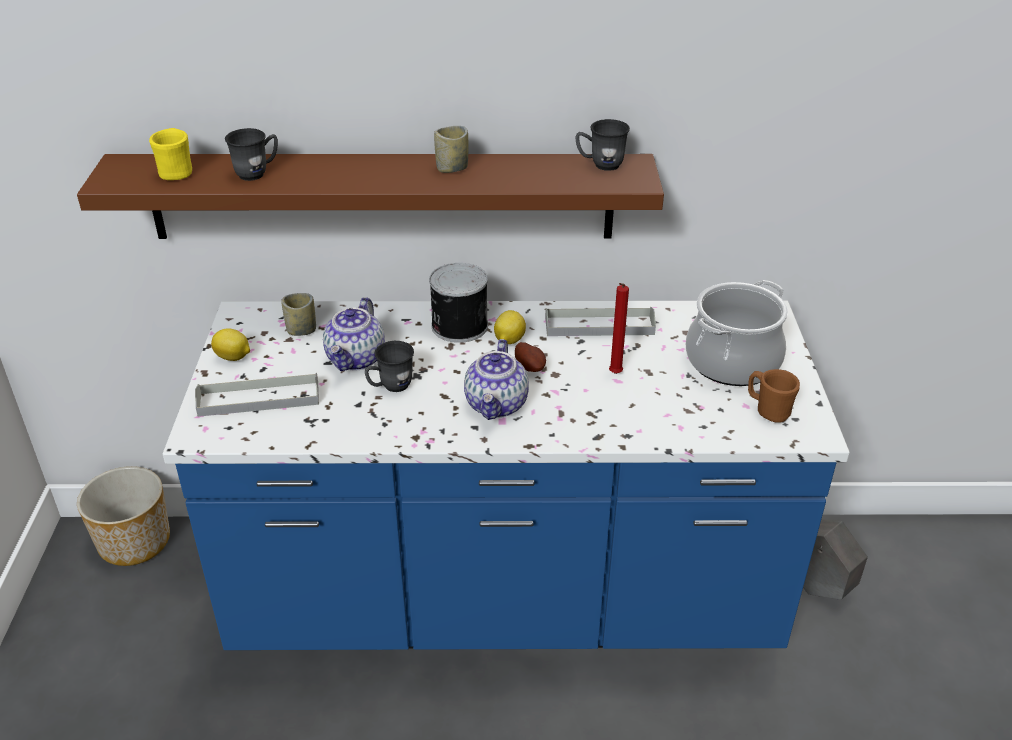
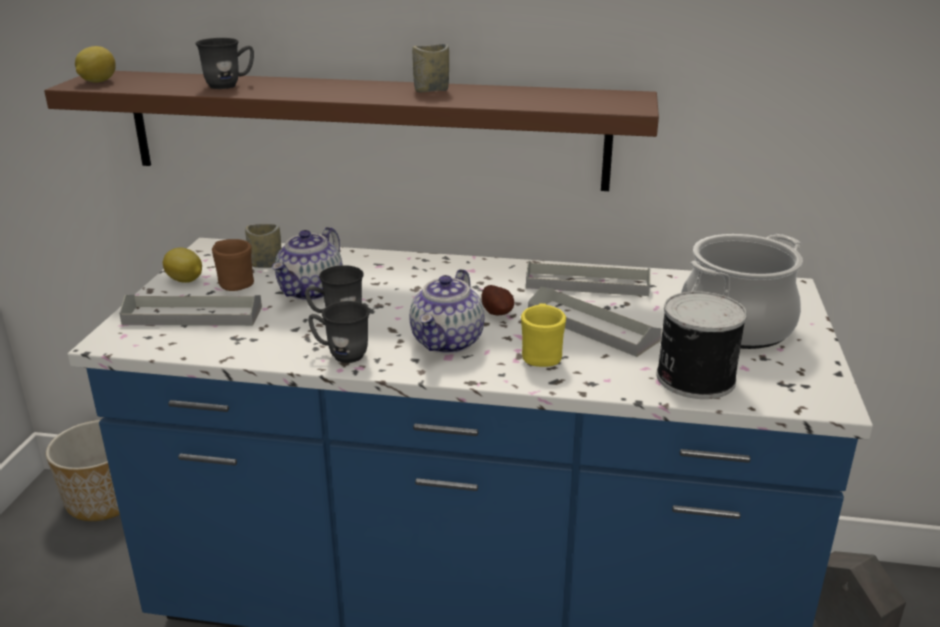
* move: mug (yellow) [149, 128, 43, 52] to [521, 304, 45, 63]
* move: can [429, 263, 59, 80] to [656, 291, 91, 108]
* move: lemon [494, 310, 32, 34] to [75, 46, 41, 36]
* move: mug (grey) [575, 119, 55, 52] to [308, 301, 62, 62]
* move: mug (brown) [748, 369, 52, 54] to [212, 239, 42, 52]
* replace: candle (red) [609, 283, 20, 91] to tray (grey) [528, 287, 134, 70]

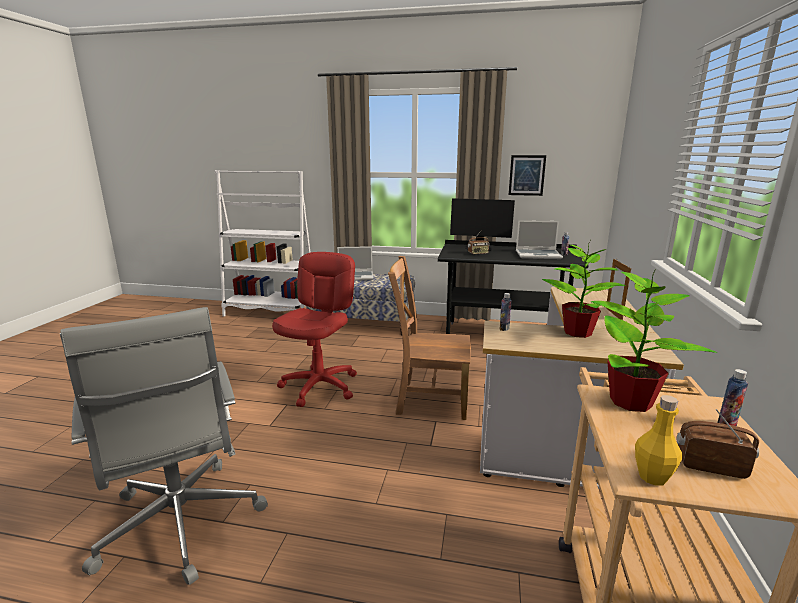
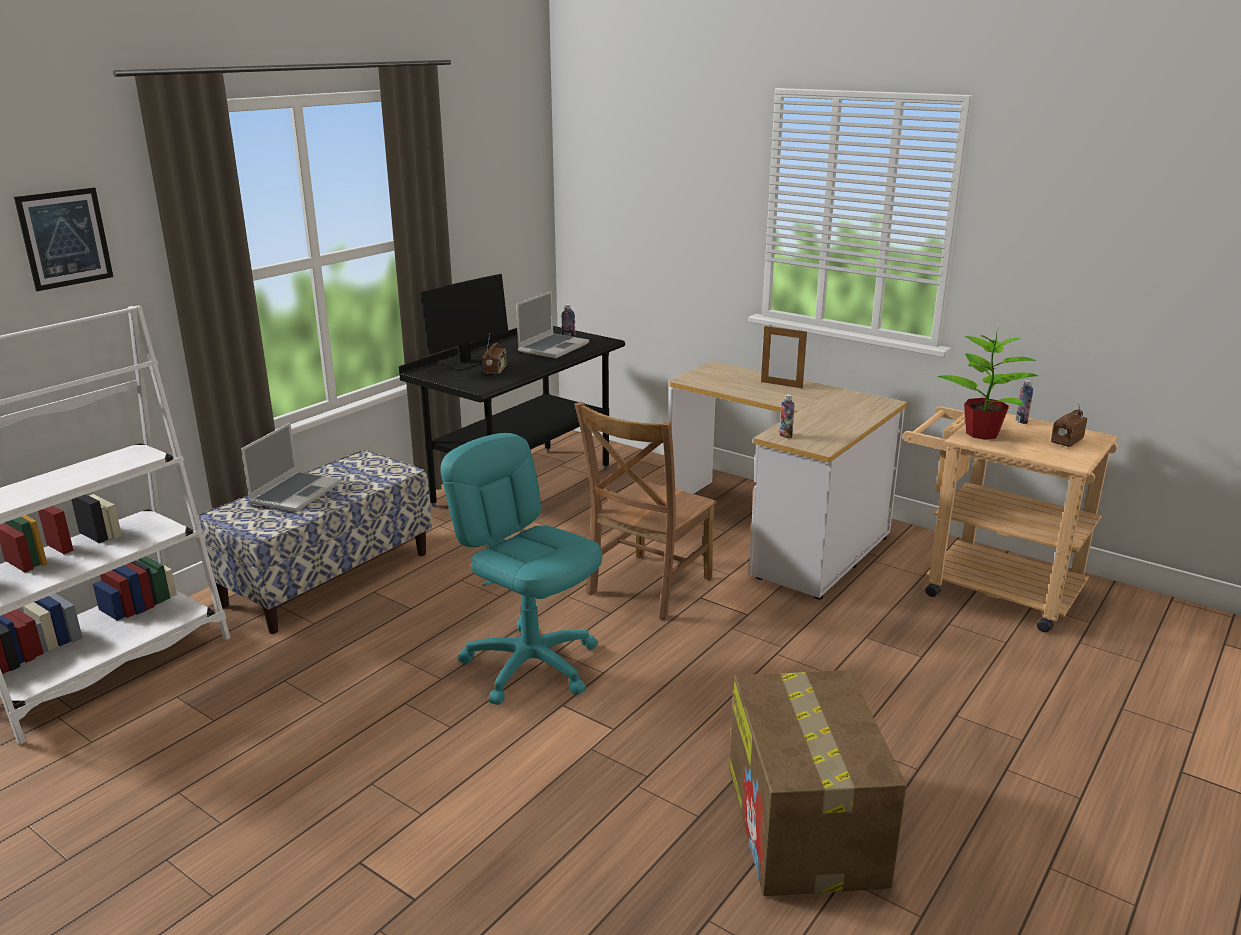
* delete: potted plant [542, 241, 83, 97]
* delete: bottle (yellow) [635, 395, 47, 91]
* move: picture [509, 155, 37, 41] to [14, 187, 99, 104]
* replace: office chair (grey) [60, 307, 208, 278] to cardboard box [729, 670, 178, 226]
* recolor: office chair (red) [272, 252, 85, 155] to office chair (turquoise) [440, 433, 162, 272]

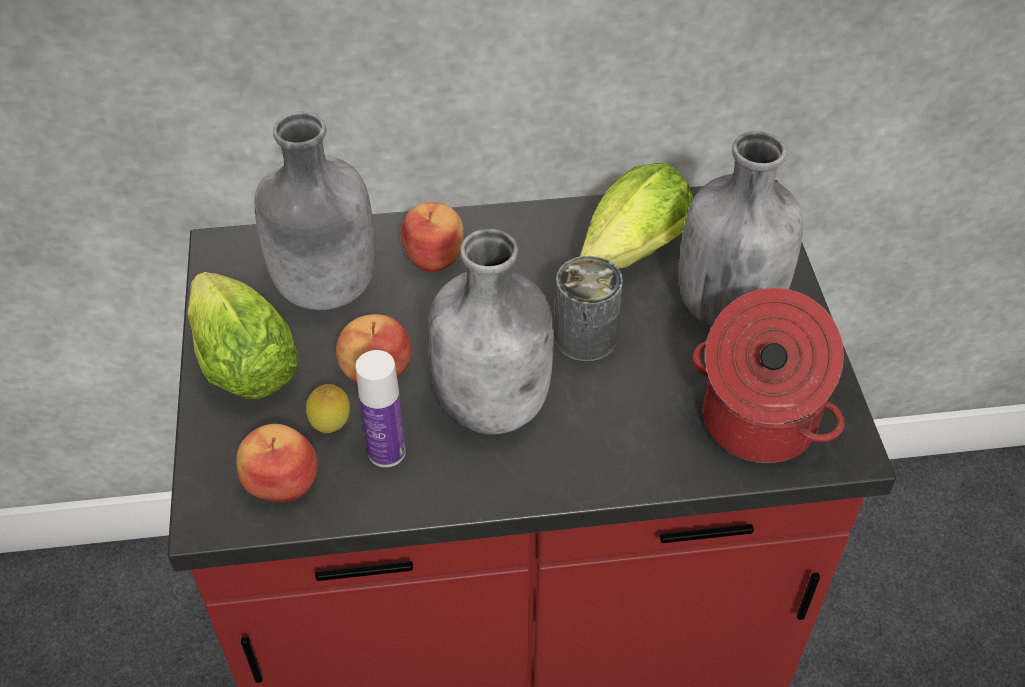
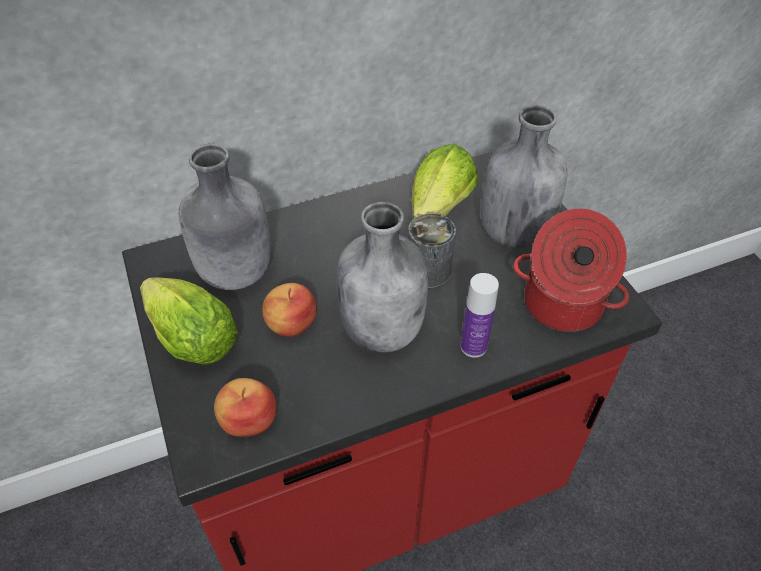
* delete: lemon [306, 384, 44, 49]
* delete: apple [400, 202, 64, 71]
* move: bottle [356, 350, 50, 117] to [460, 273, 39, 85]

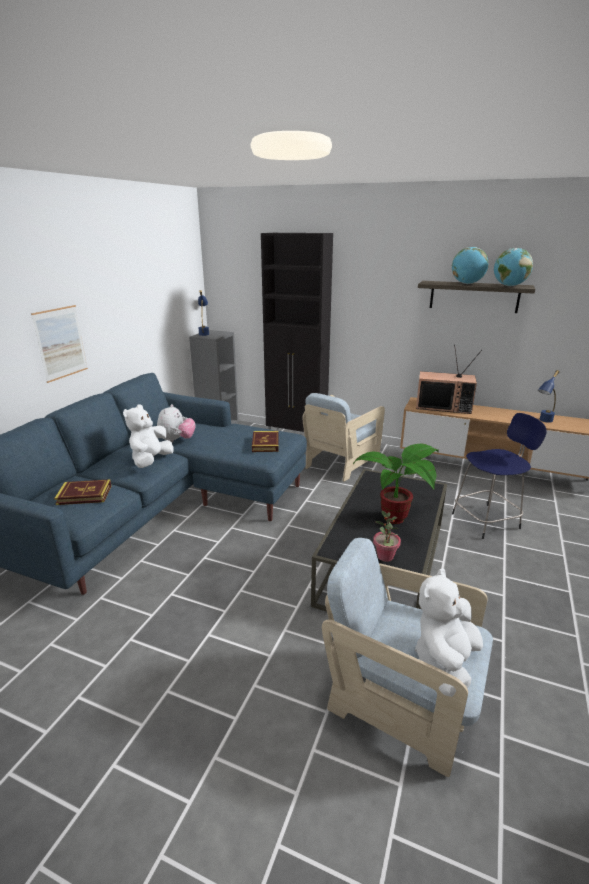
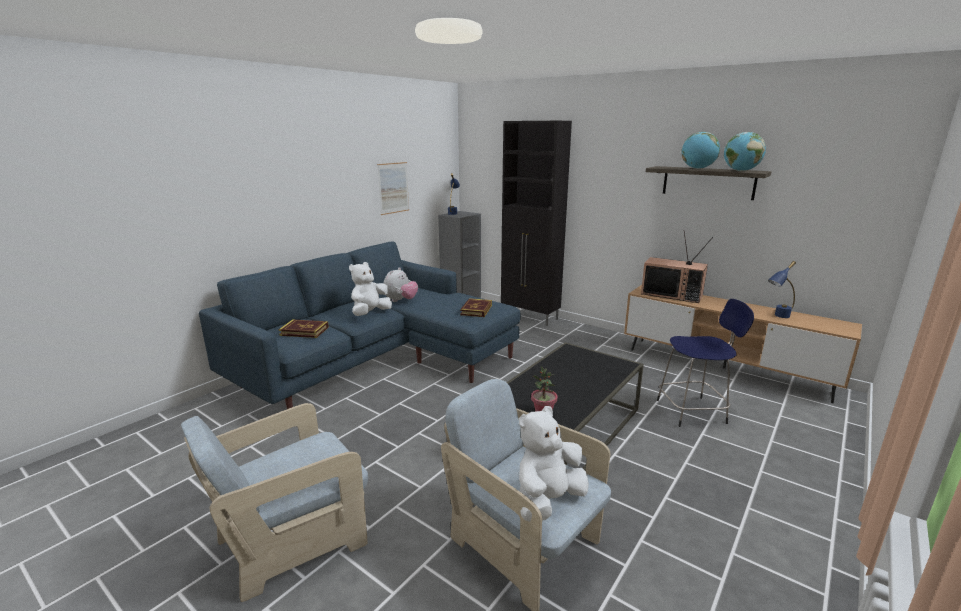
* delete: potted plant [353, 443, 86, 81]
* move: picture [31, 305, 57, 78] to [377, 162, 32, 53]
* move: armchair (beige) [302, 393, 83, 89] to [181, 403, 187, 199]

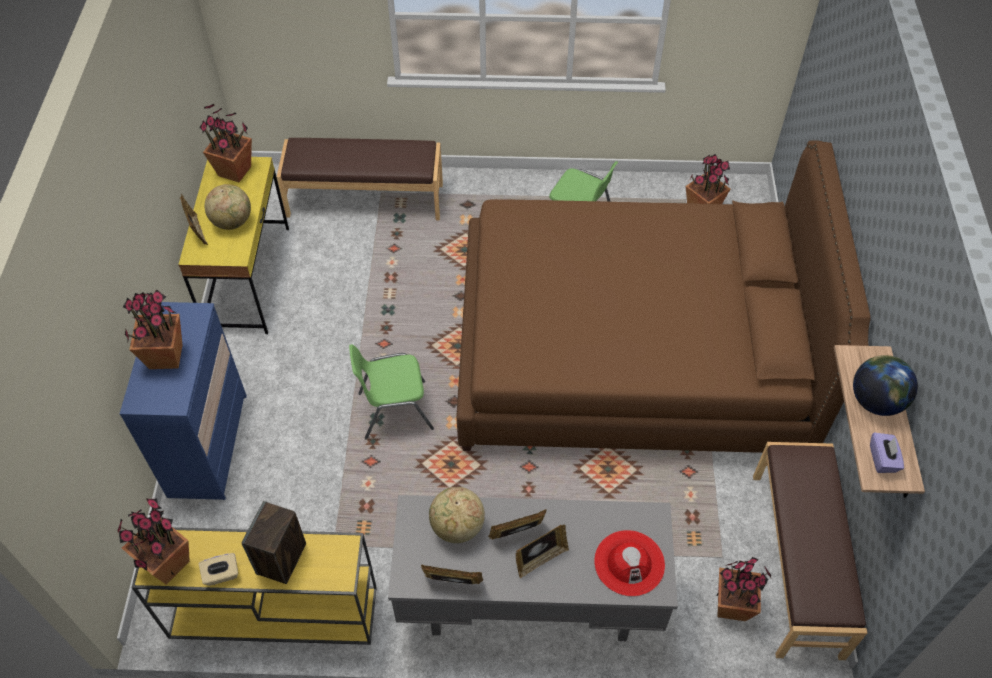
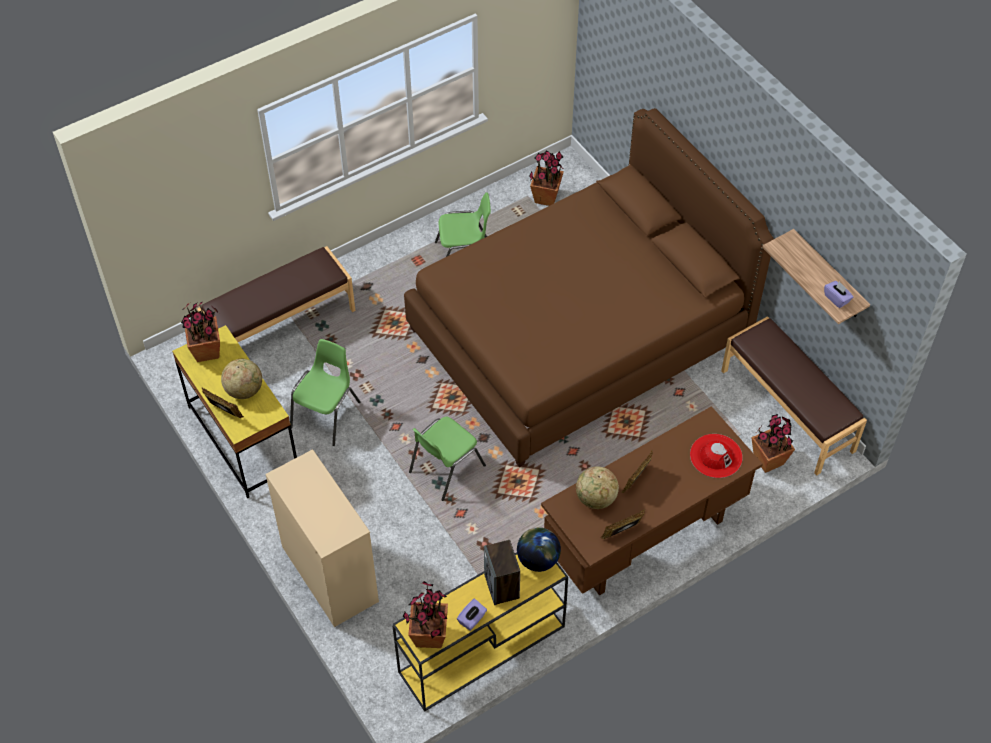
* delete: potted plant [123, 289, 60, 80]
* delete: picture frame [516, 525, 53, 53]
* insert: chair (green) [290, 339, 71, 107]
* move: globe [853, 355, 65, 61] to [517, 527, 44, 45]
* recolor: dresser (blue) [120, 302, 127, 198] to dresser (beige) [265, 449, 114, 178]
* recolor: tissue box (beige) [198, 553, 40, 33] to tissue box (purple) [457, 599, 30, 32]
* recolor: desk (grey) [388, 495, 290, 146] to desk (brown) [541, 406, 222, 190]

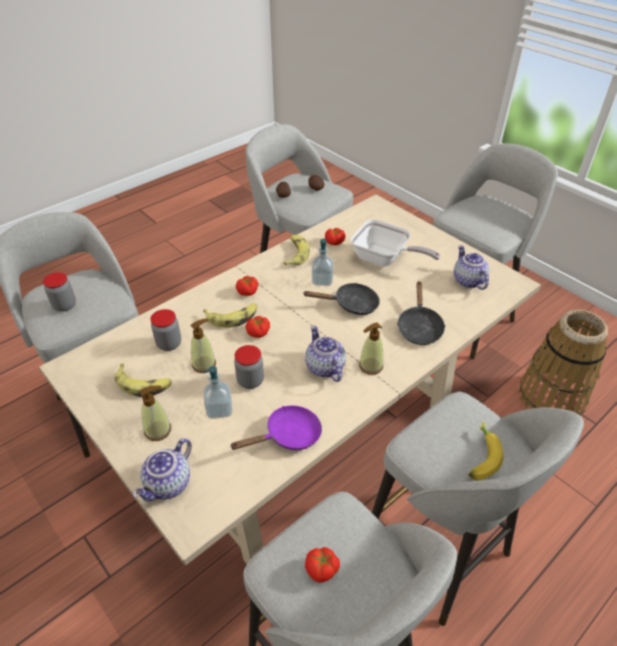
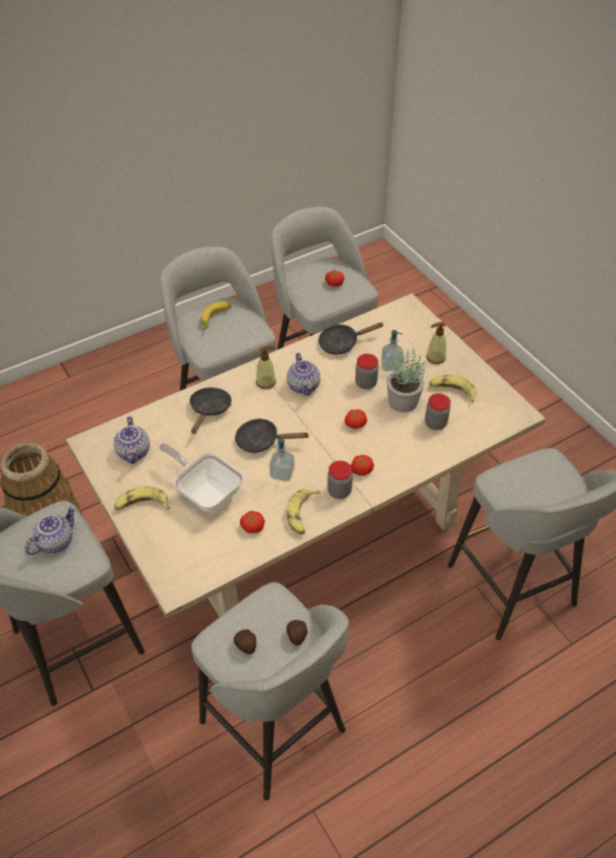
* move: jar [43, 272, 33, 40] to [327, 461, 26, 38]
* move: teapot [133, 438, 59, 64] to [25, 506, 51, 49]
* move: banana [203, 303, 54, 25] to [114, 486, 56, 25]
* replace: soap dispenser [190, 319, 26, 54] to potted plant [387, 350, 38, 62]
* recolor: frying pan (purple) [230, 405, 92, 45] to frying pan (black) [318, 322, 66, 33]

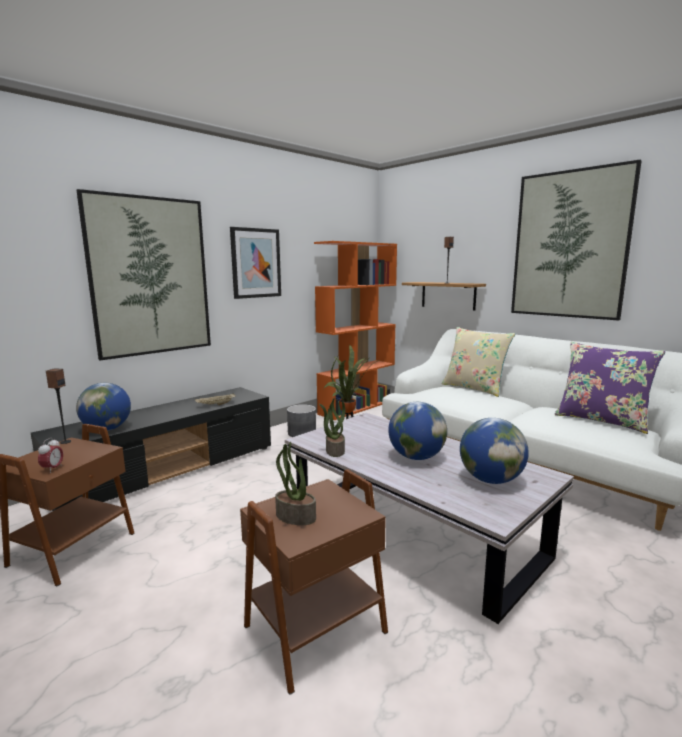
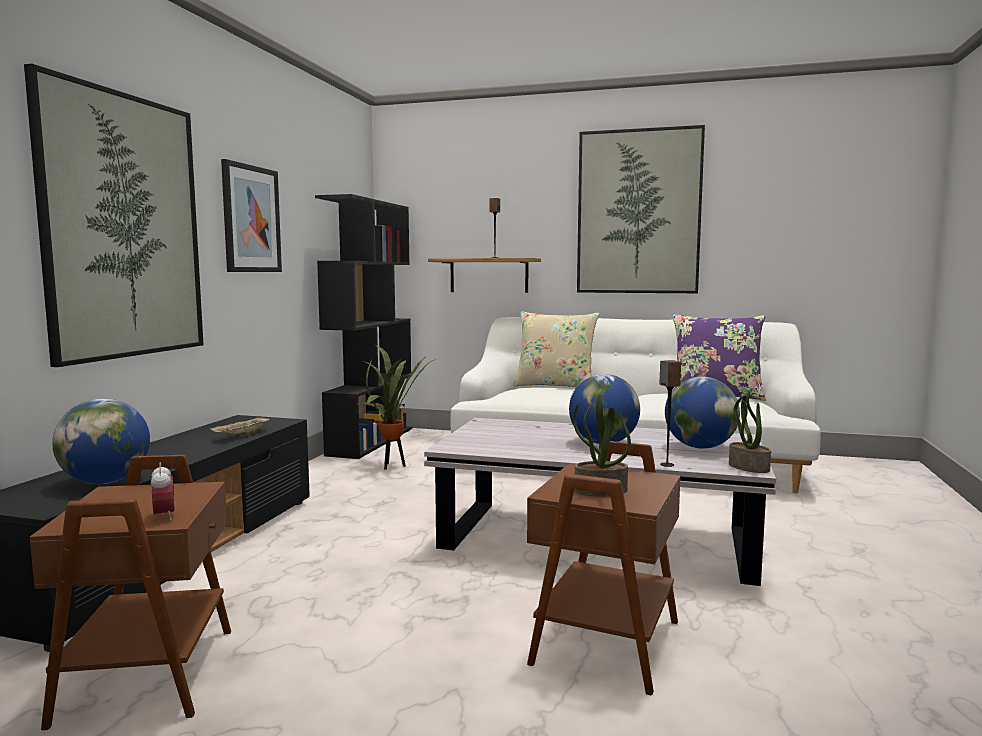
* delete: planter (grey) [287, 404, 29, 33]
* move: speaker [46, 368, 25, 76] to [659, 360, 22, 107]
* move: potted plant [319, 398, 26, 59] to [729, 389, 42, 84]
* recolor: bookcase (orange) [314, 241, 83, 179] to bookcase (black) [315, 194, 97, 265]

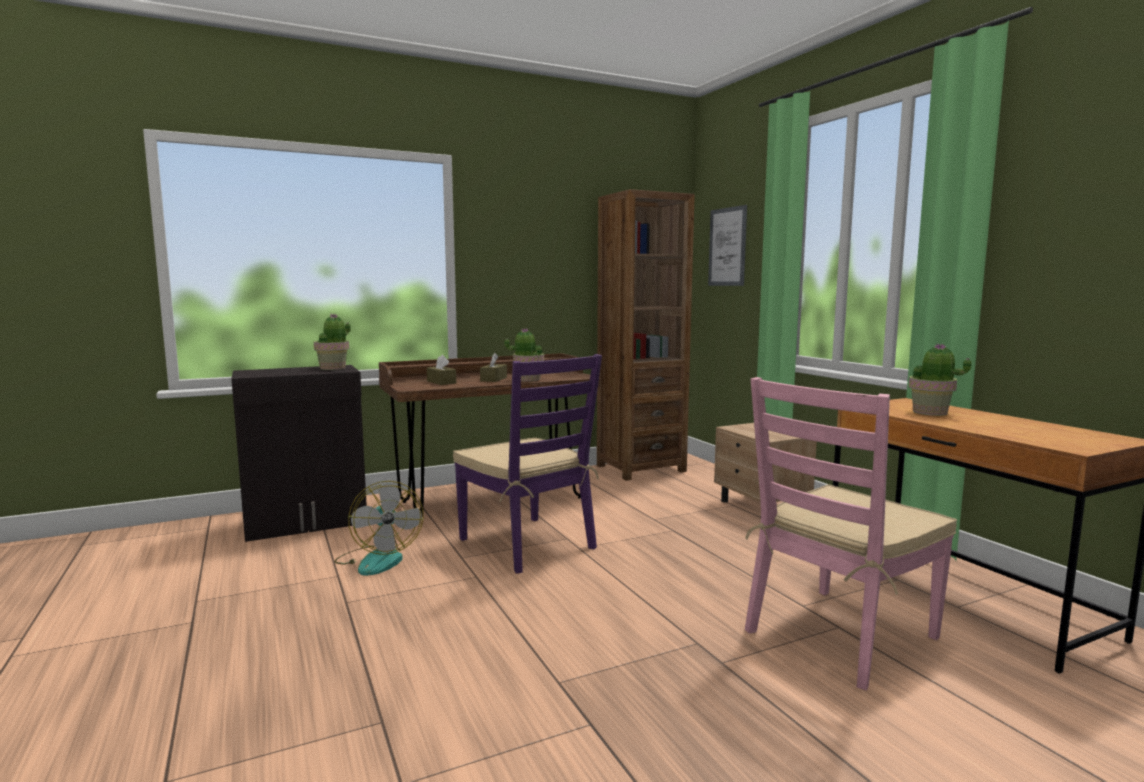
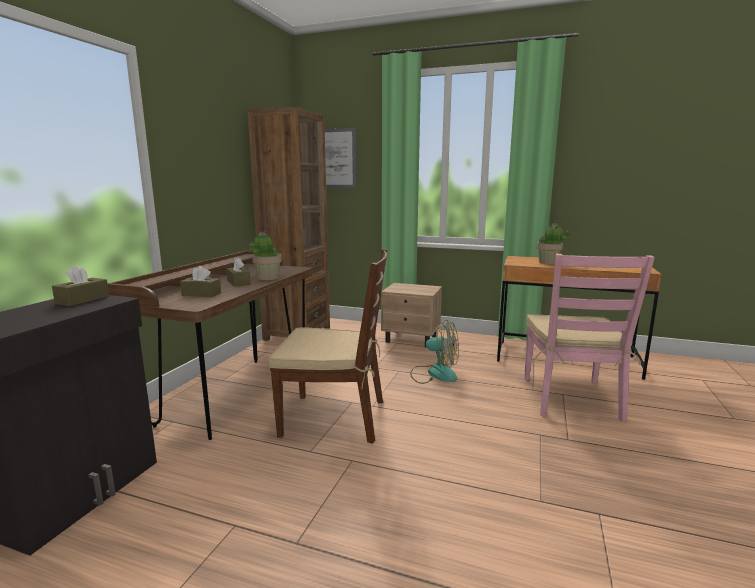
* move: fan [334, 481, 89, 95] to [410, 320, 49, 64]
* replace: potted plant [314, 313, 37, 57] to tissue box (brown) [52, 265, 57, 41]
* recolor: chair (purple) [453, 354, 149, 220] to chair (brown) [268, 249, 119, 195]

